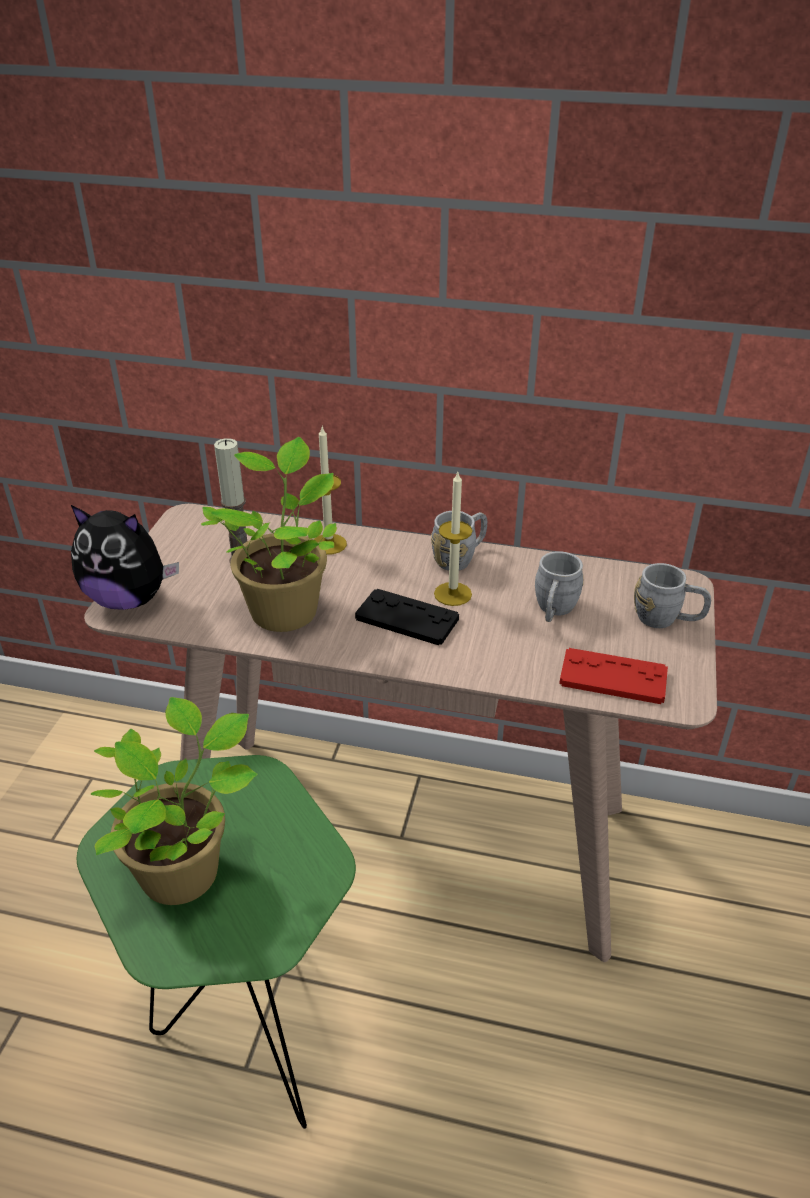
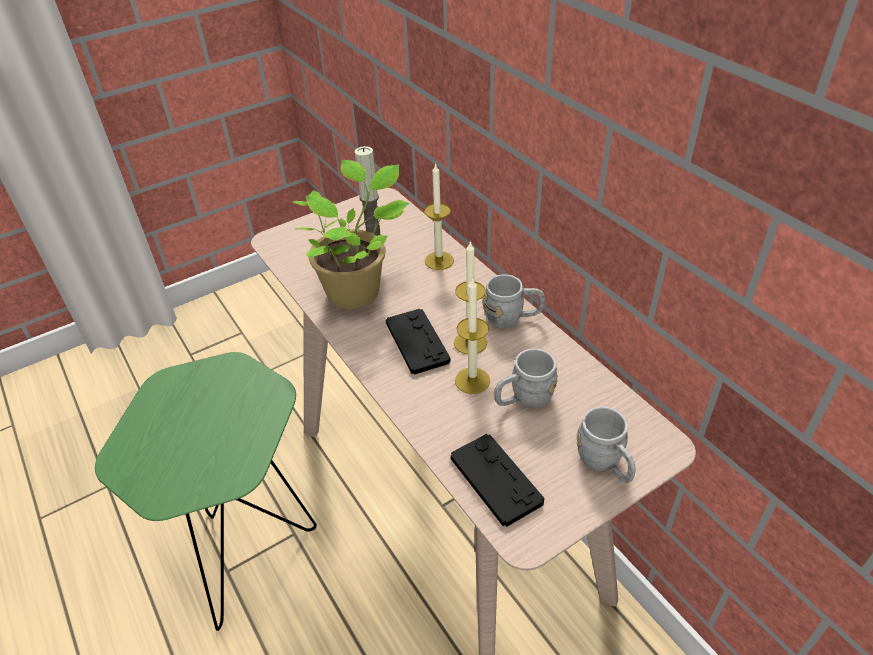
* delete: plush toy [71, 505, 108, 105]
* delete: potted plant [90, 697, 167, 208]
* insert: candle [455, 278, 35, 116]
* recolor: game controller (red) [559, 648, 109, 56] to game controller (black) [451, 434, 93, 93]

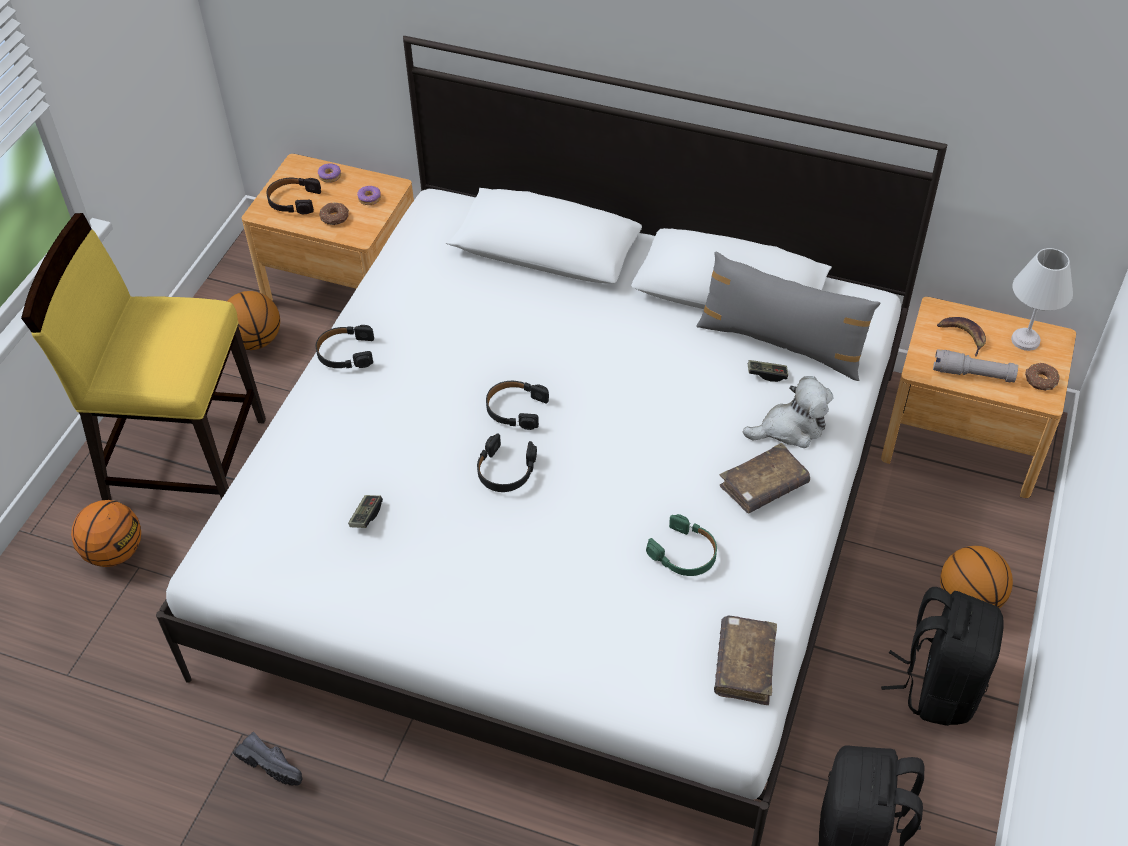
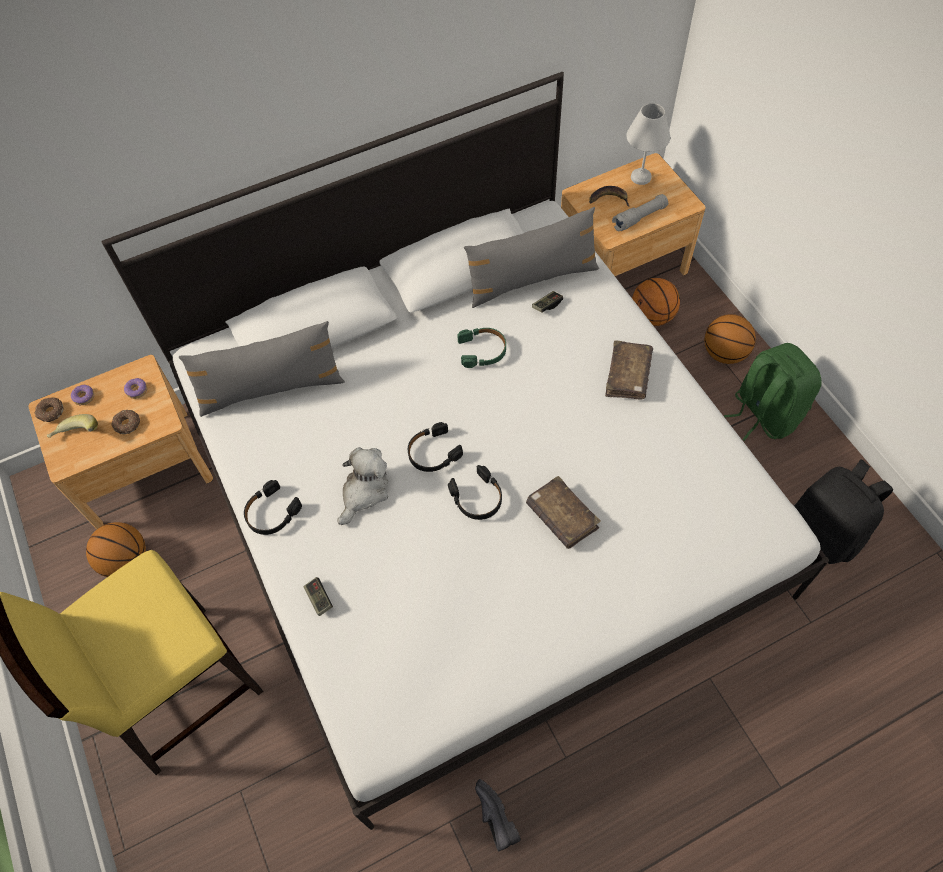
* insert: pillow (grey) [179, 321, 166, 96]
* move: basketball [71, 500, 70, 67] to [632, 278, 48, 48]
* move: game controller [348, 495, 35, 33] to [304, 577, 29, 39]
* move: headphones (green) [646, 514, 71, 62] to [457, 328, 49, 40]
* move: book (brown) [714, 615, 63, 90] to [526, 476, 75, 73]
* move: plush toy [743, 376, 91, 72] to [337, 447, 51, 78]
* move: donut [1025, 363, 34, 28] to [34, 397, 30, 25]
* replace: headphones (black) [267, 178, 54, 36] to banana [47, 414, 51, 24]
* recolor: backpack (black) [881, 587, 123, 139] to backpack (green) [724, 343, 98, 98]
* rotate: shoe (black) [233, 732, 69, 54] = [475, 779, 46, 73] 105 degrees counterclockwise

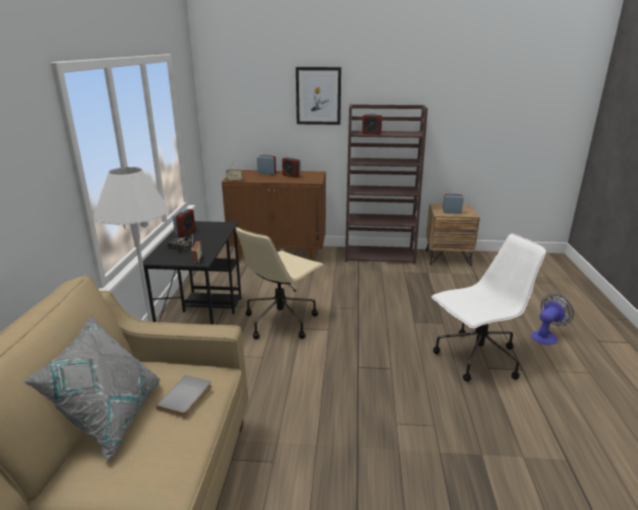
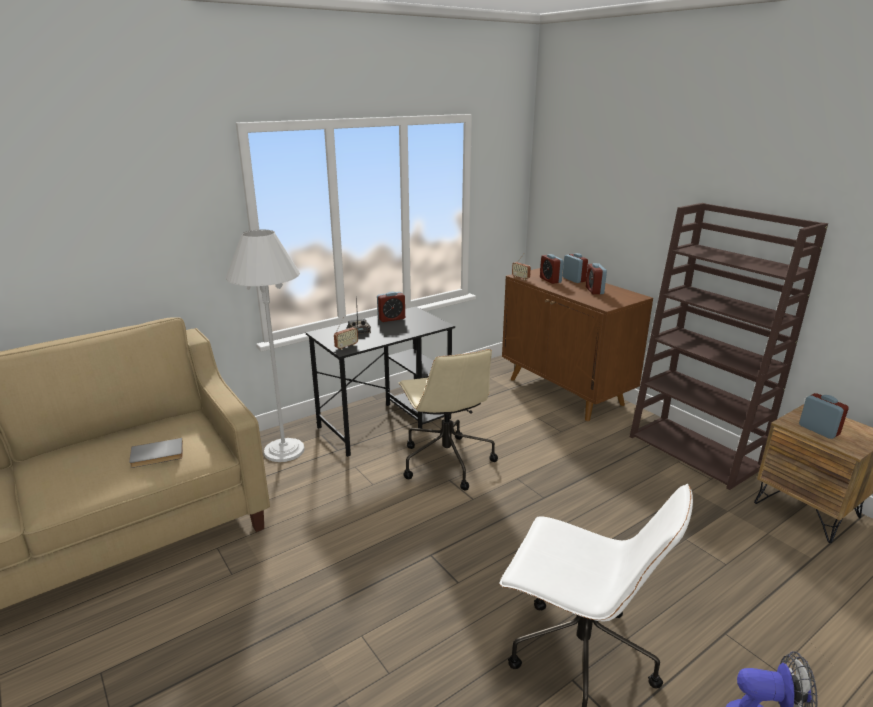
* delete: pillow (grey) [24, 316, 136, 145]
* delete: picture [296, 67, 45, 58]
* move: alarm clock [362, 113, 20, 22] to [540, 254, 24, 30]
* rotate: office chair (beige) [236, 227, 88, 112] = [399, 349, 99, 142] 105 degrees counterclockwise

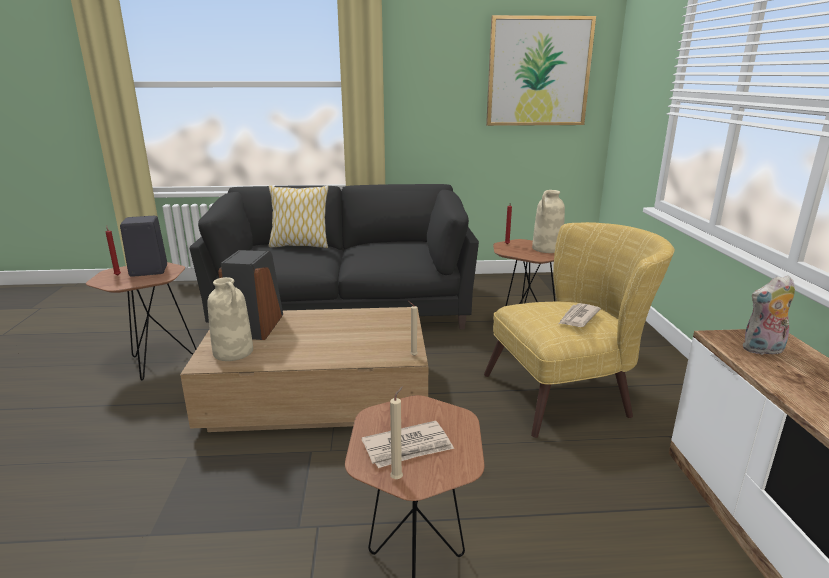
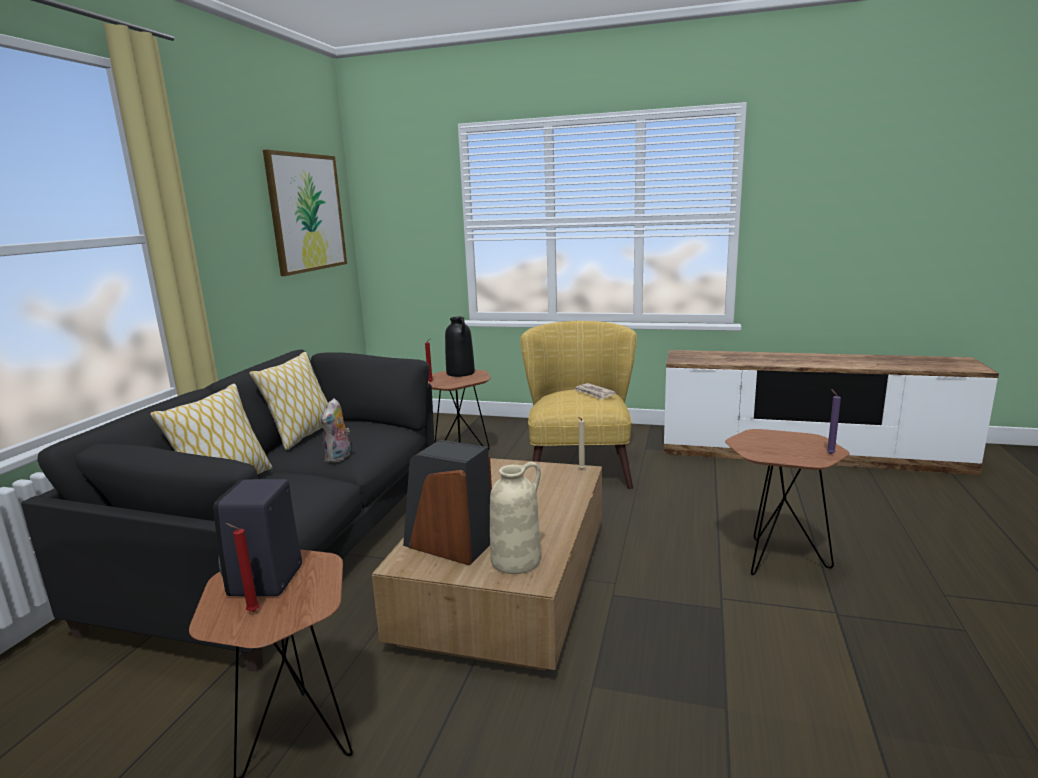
* delete: newspaper [361, 421, 93, 47]
* insert: pillow [249, 352, 79, 98]
* move: plush toy [743, 275, 52, 80] to [321, 398, 30, 65]
* recolor: candle (beige) [390, 386, 13, 93] to candle (purple) [827, 389, 14, 65]
* recolor: vase (beige) [532, 190, 33, 63] to vase (black) [445, 316, 30, 61]

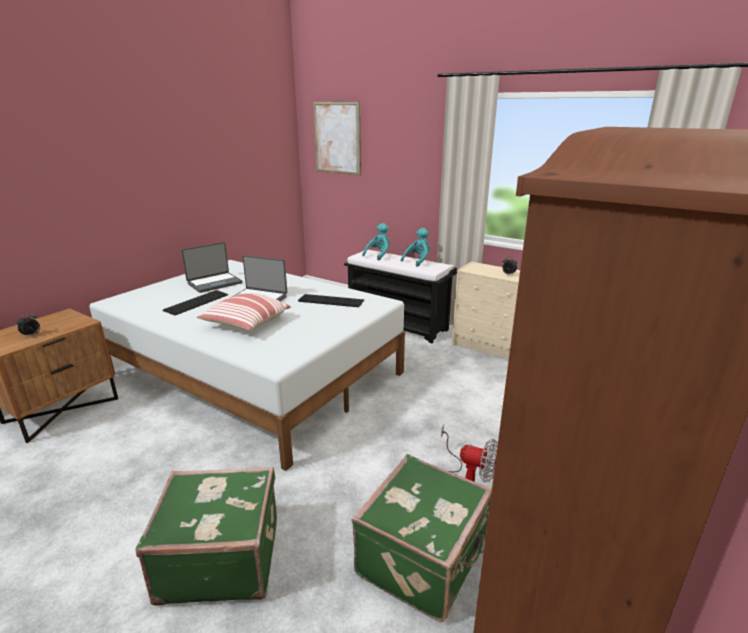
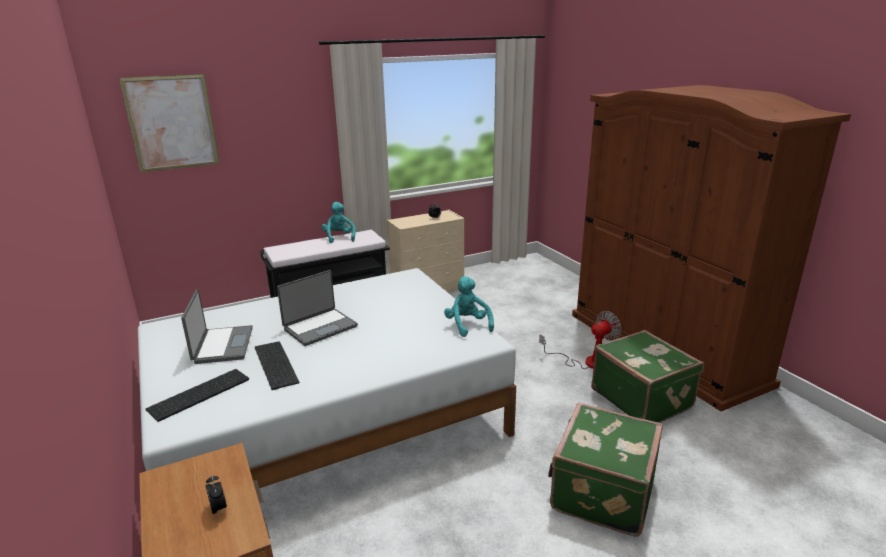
* delete: pillow [197, 293, 94, 38]
* move: keyboard [298, 294, 66, 13] to [146, 369, 103, 53]
* move: plush toy (turquoise) [362, 223, 28, 38] to [444, 276, 50, 61]

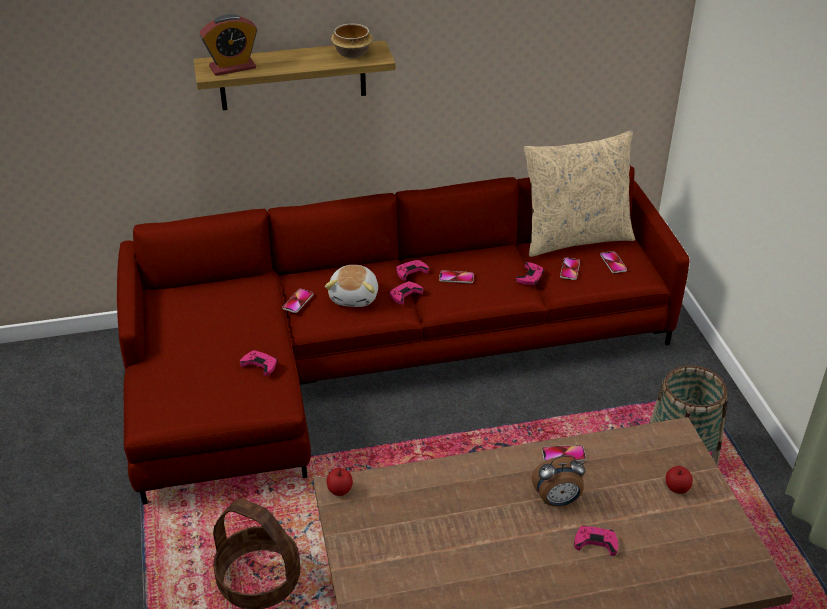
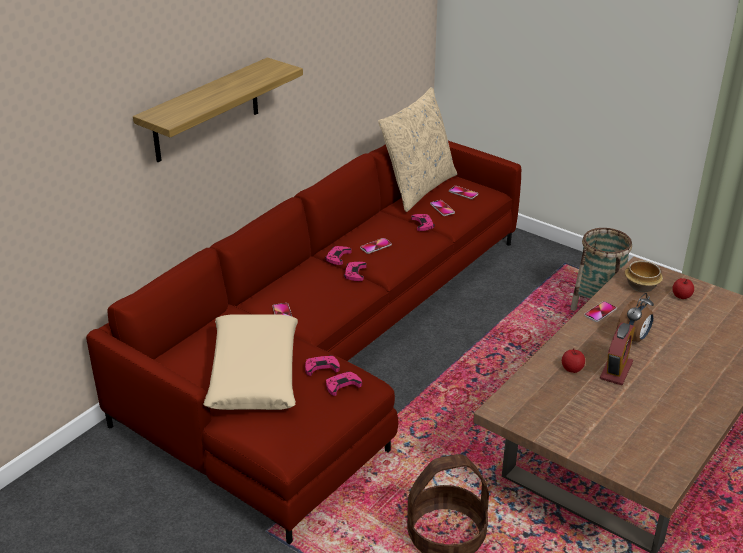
* delete: plush toy [325, 265, 53, 42]
* insert: pillow (beige) [203, 314, 95, 96]
* move: alarm clock [200, 14, 57, 62] to [600, 323, 35, 62]
* move: apple [327, 468, 26, 28] to [562, 348, 23, 25]
* move: bowl [331, 23, 42, 35] to [625, 260, 38, 32]
* move: game controller (pink) [574, 525, 44, 31] to [326, 371, 36, 25]

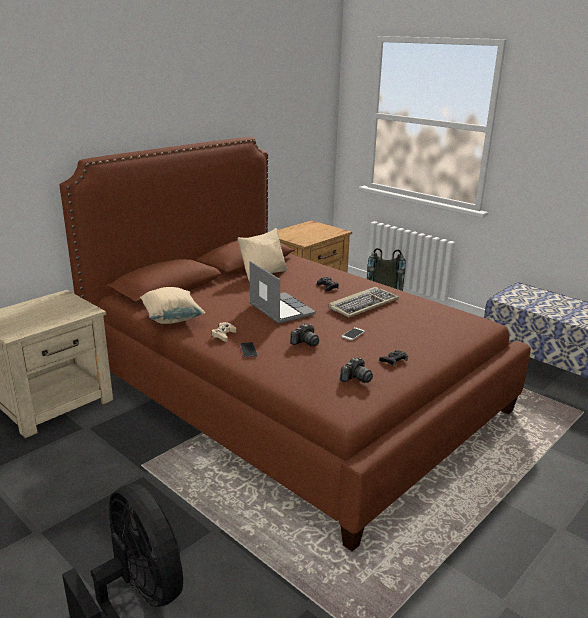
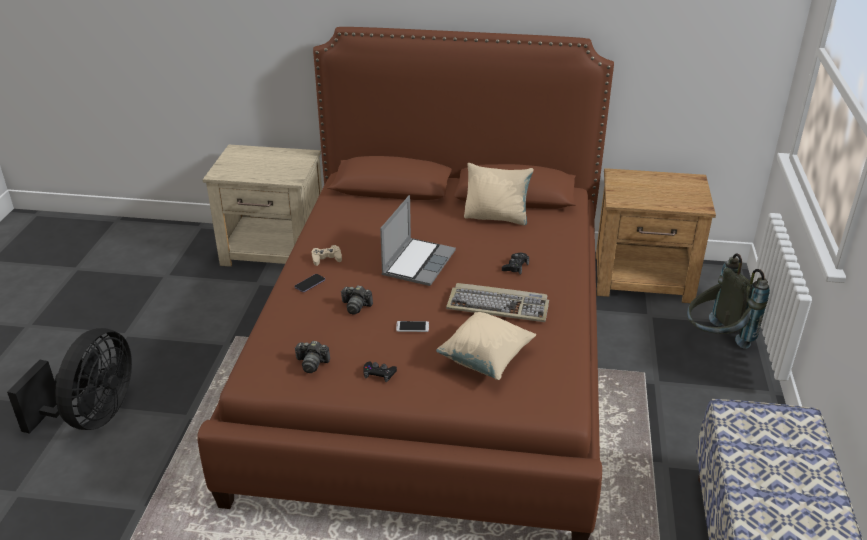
* move: pillow (beige) [140, 287, 65, 37] to [436, 312, 100, 68]

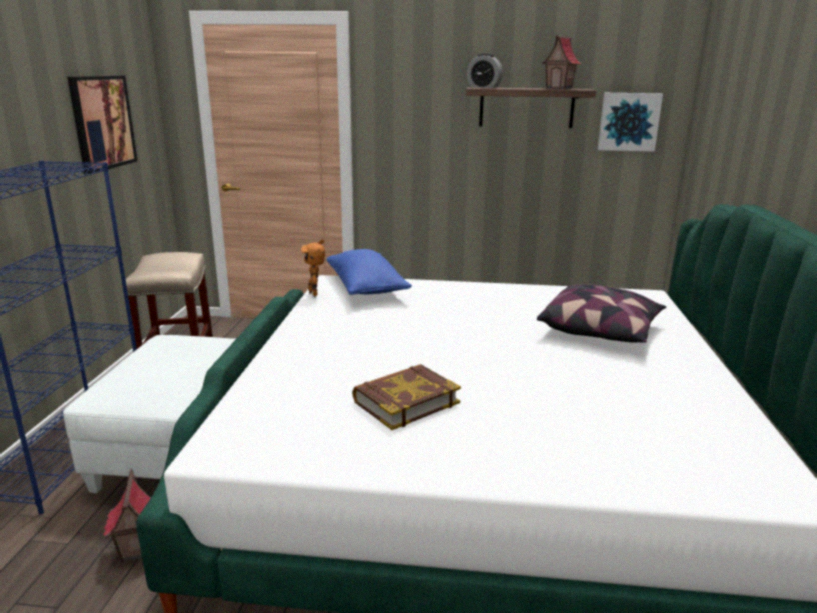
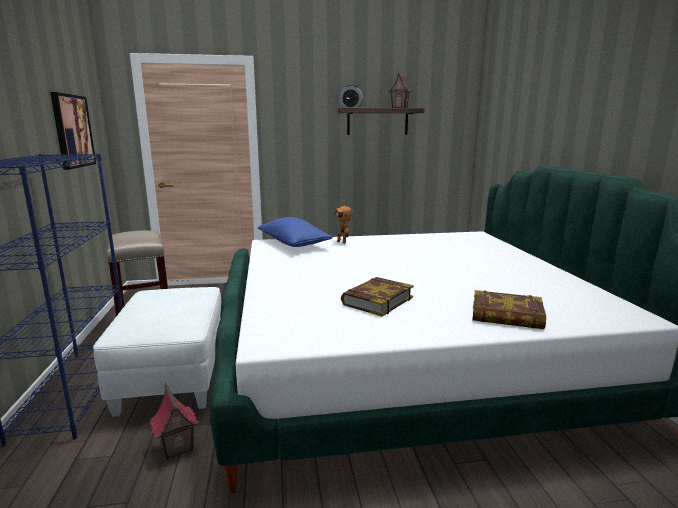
* delete: pillow [537, 284, 129, 59]
* delete: picture [598, 93, 65, 59]
* insert: book [473, 290, 73, 39]
* move: toy robot [301, 239, 24, 58] to [335, 204, 19, 40]

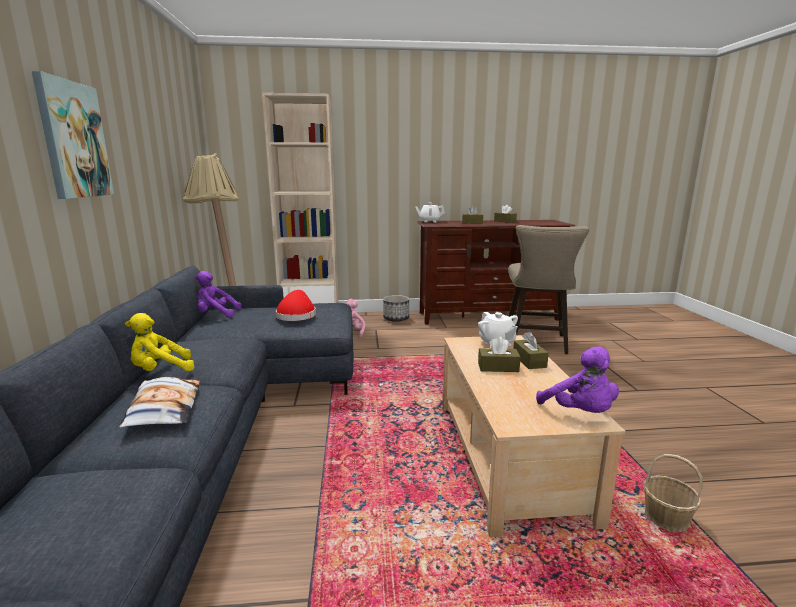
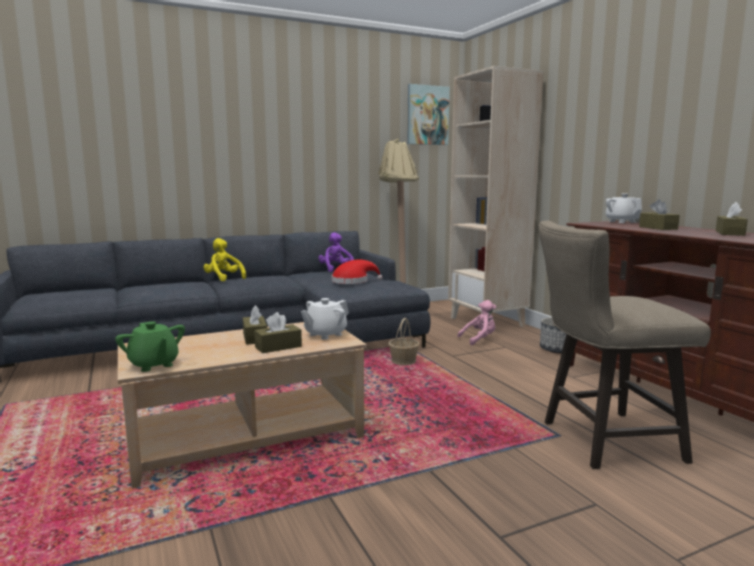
* delete: pillow [119, 377, 81, 51]
* move: picture [32, 71, 82, 128] to [407, 84, 43, 61]
* move: basket [643, 454, 60, 78] to [388, 318, 32, 47]
* replace: plush toy (purple) [536, 347, 83, 66] to teapot (green) [115, 321, 70, 51]

